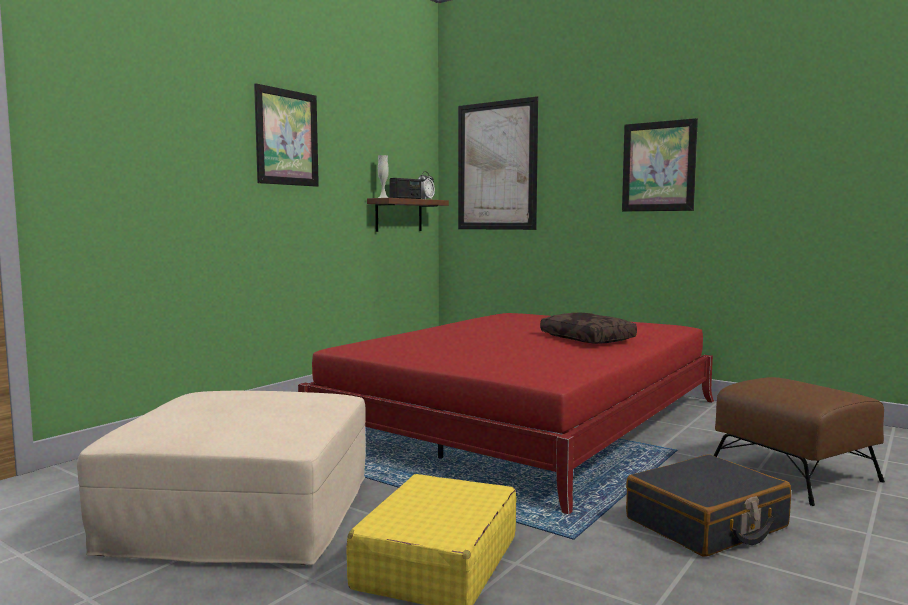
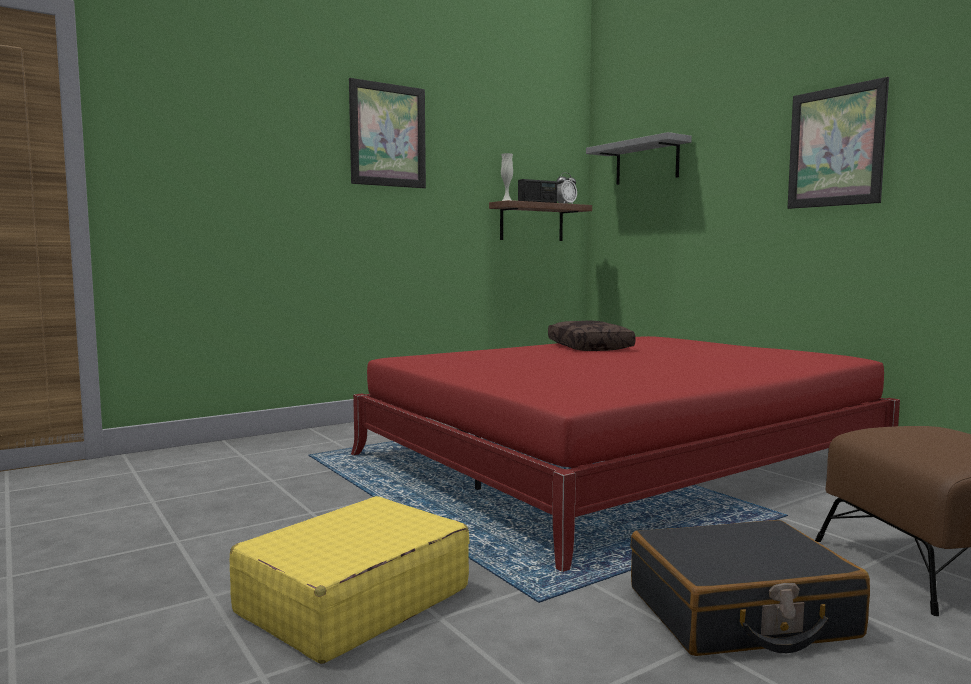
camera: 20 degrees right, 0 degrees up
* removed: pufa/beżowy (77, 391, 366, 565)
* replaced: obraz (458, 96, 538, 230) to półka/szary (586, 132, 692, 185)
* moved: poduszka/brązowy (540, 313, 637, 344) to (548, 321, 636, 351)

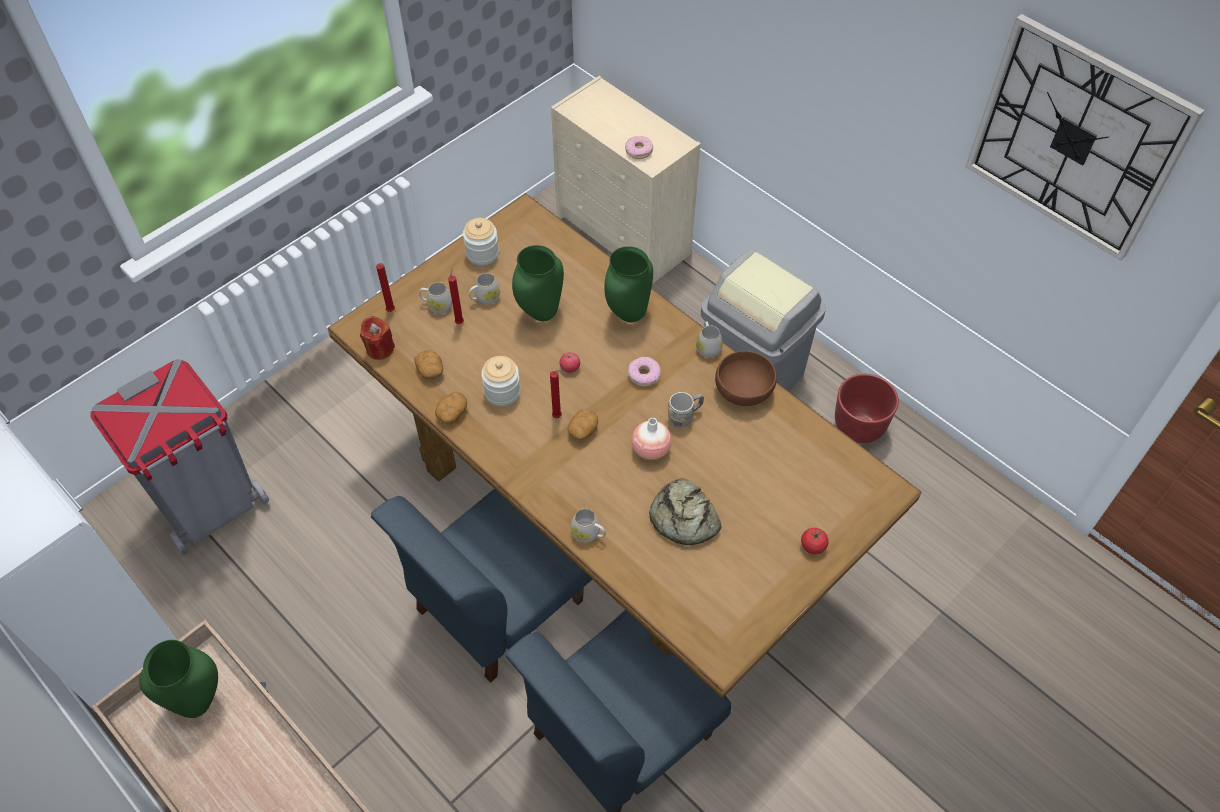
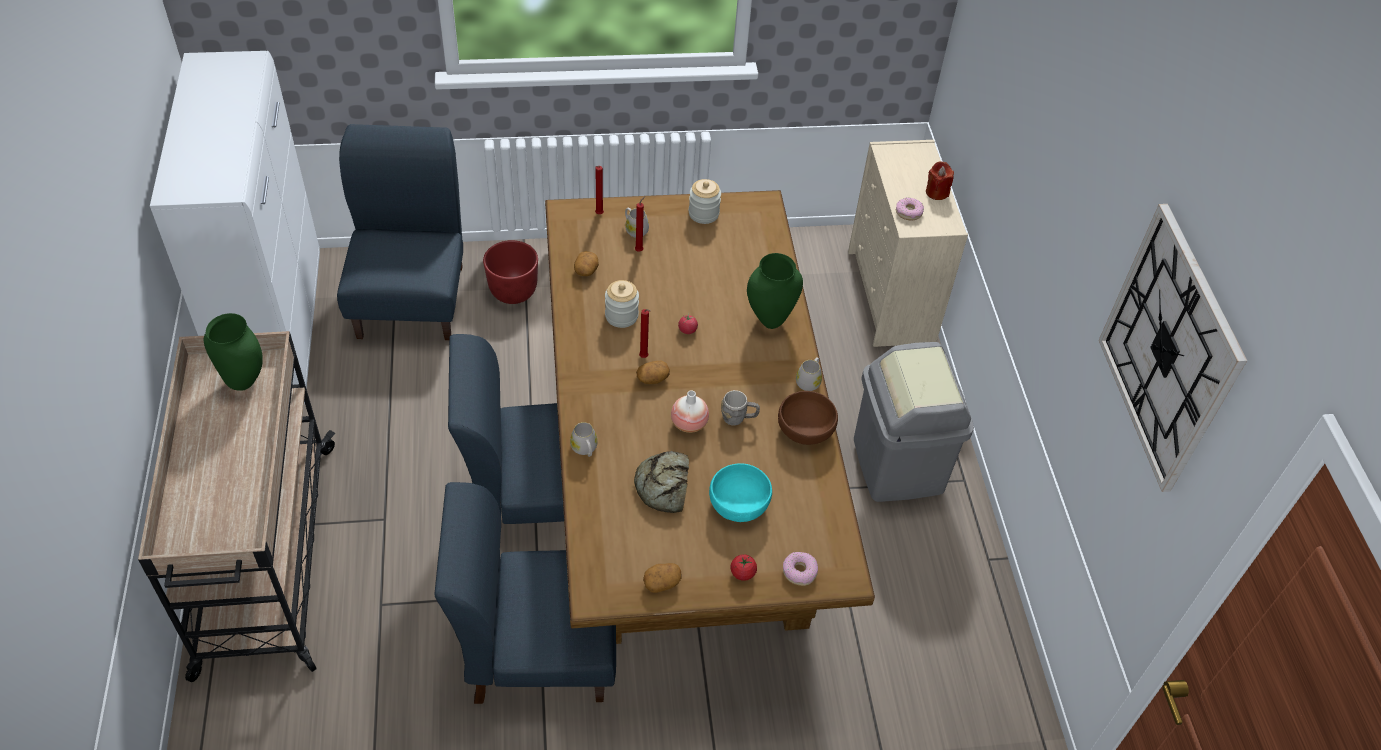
camera: 35 degrees right, 5 degrees down
* replaced: kosz na śmieci/szary (91, 359, 269, 555) to krzesło/niebieski (337, 124, 463, 340)
* moved: świeca/czerwony (360, 316, 395, 360) to (926, 161, 954, 200)
* moved: ziemniak (435, 392, 467, 424) to (643, 563, 682, 593)
* removed: kubek/biały (469, 273, 500, 304)
* removed: wazon/zielony (512, 245, 564, 322)
* moved: donut (628, 357, 661, 387) to (783, 552, 818, 586)
* moved: donica/czerwony (835, 374, 899, 443) to (483, 240, 538, 304)
* added: miska/turkusowy (709, 463, 772, 522)

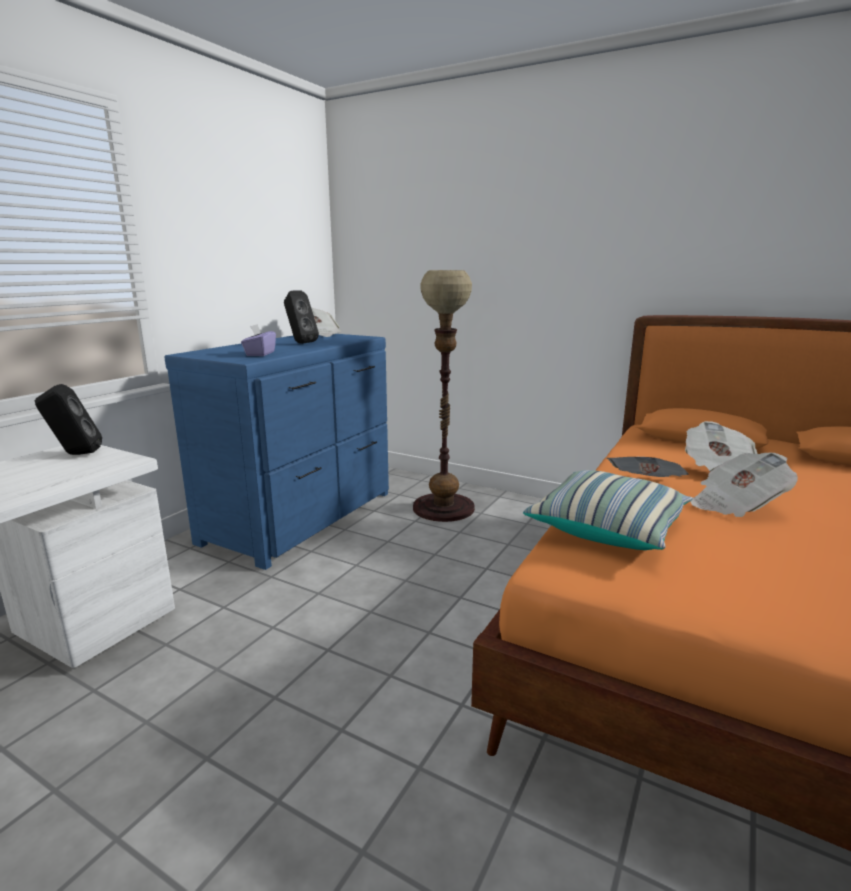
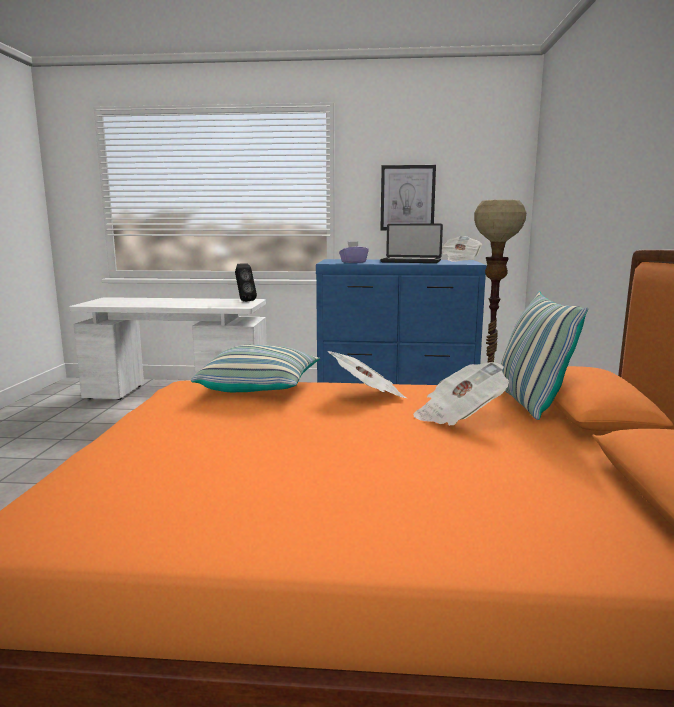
camera: 65 degrees right, 5 degrees down
* replaced: głośnik/czarny (284, 290, 319, 344) to laptop (381, 224, 443, 263)
* removed: gazeta (690, 453, 798, 517)
* added: obraz (380, 165, 436, 231)
* added: poduszka (501, 291, 588, 420)

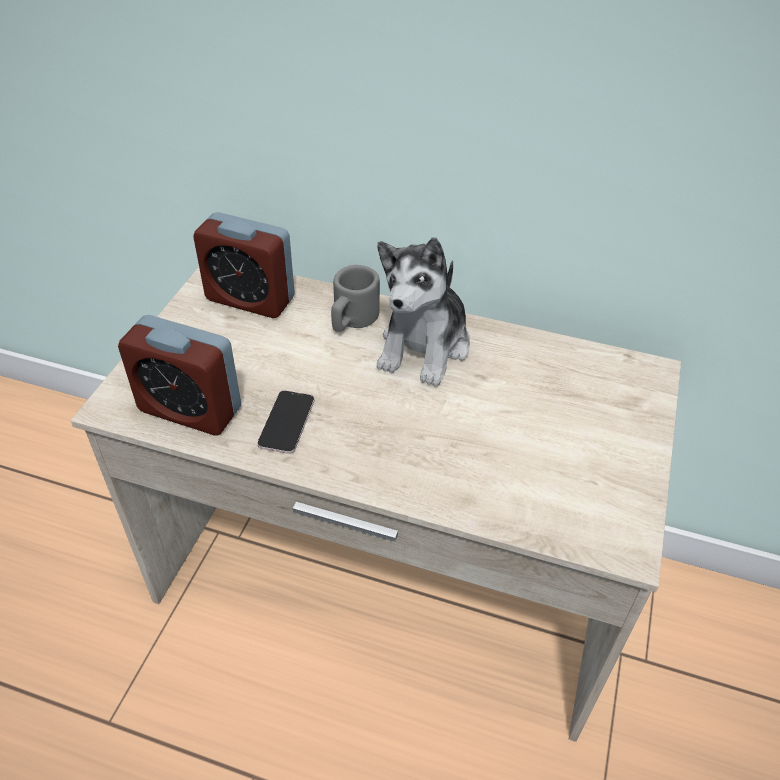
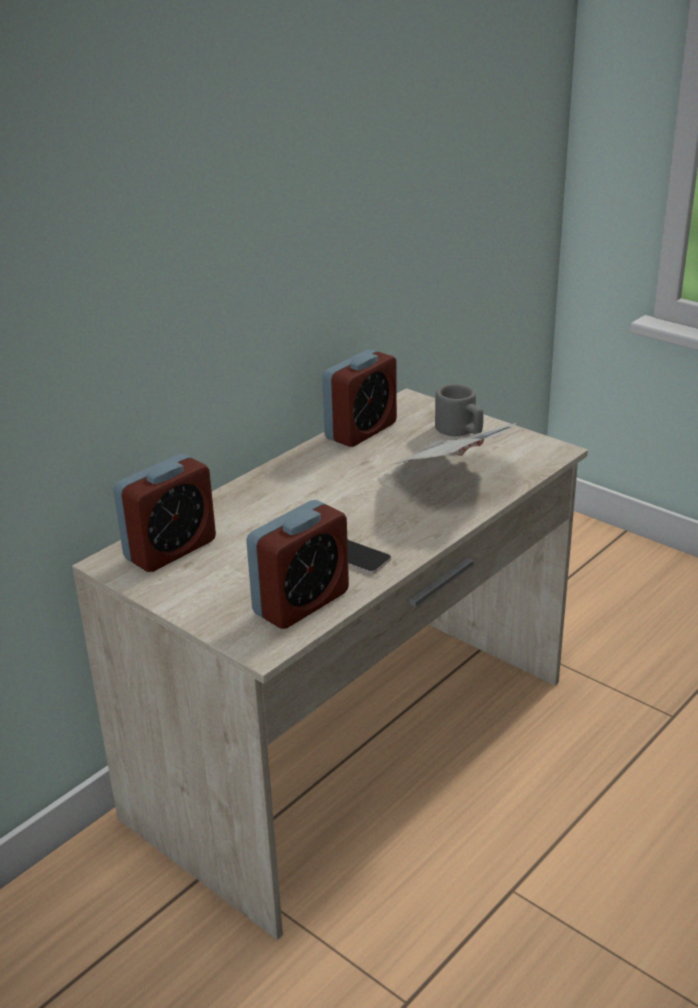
camera: 65 degrees left, 15 degrees down
* moved: kubek/szary (331, 265, 380, 332) to (435, 384, 483, 436)
* removed: pluszak (377, 237, 470, 387)
* added: budzik (322, 349, 397, 447)
* added: gazeta (389, 421, 522, 465)

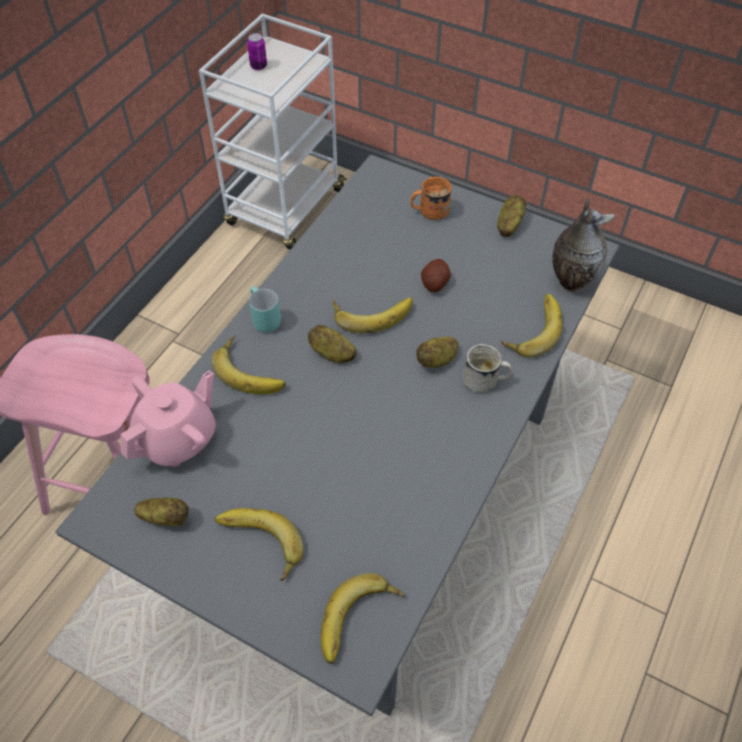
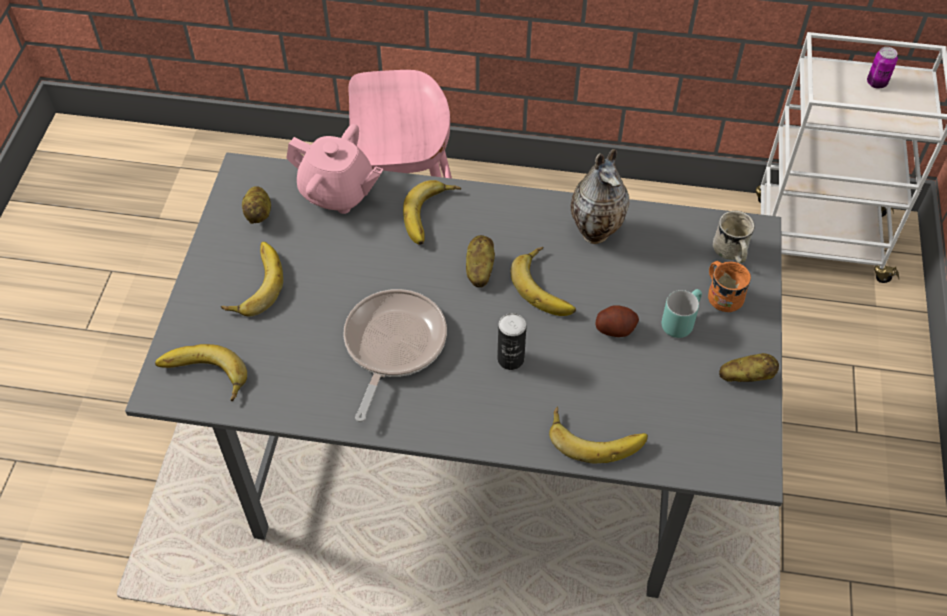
camera: 70 degrees right, 0 degrees up
* moved: kubek/turkusowy (249, 286, 281, 333) to (661, 289, 702, 338)
* replaced: ziemniak (416, 337, 458, 368) to puszka (497, 313, 527, 370)
* moved: kubek/biały (463, 344, 512, 392) to (713, 211, 755, 263)
* moved: wazon (552, 198, 615, 292) to (570, 149, 630, 244)
* added: patelnia (343, 289, 447, 422)

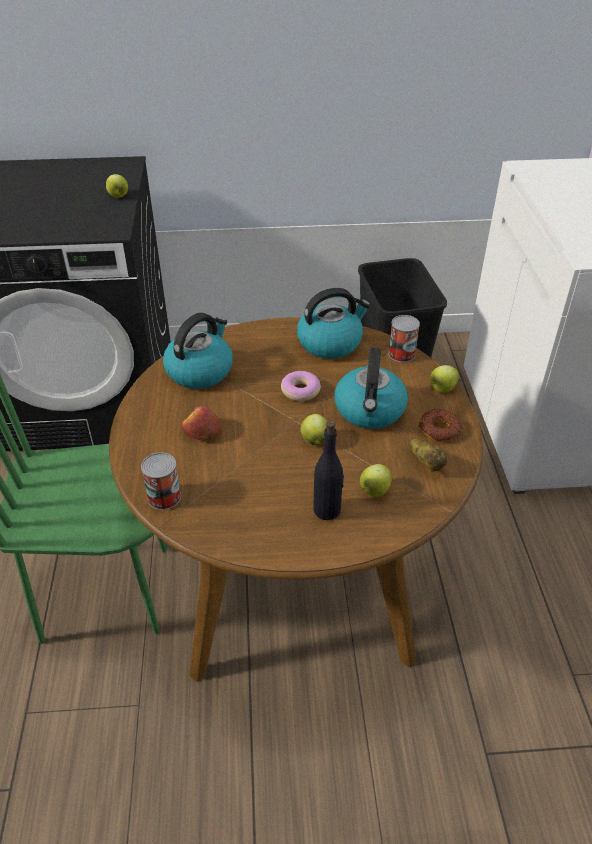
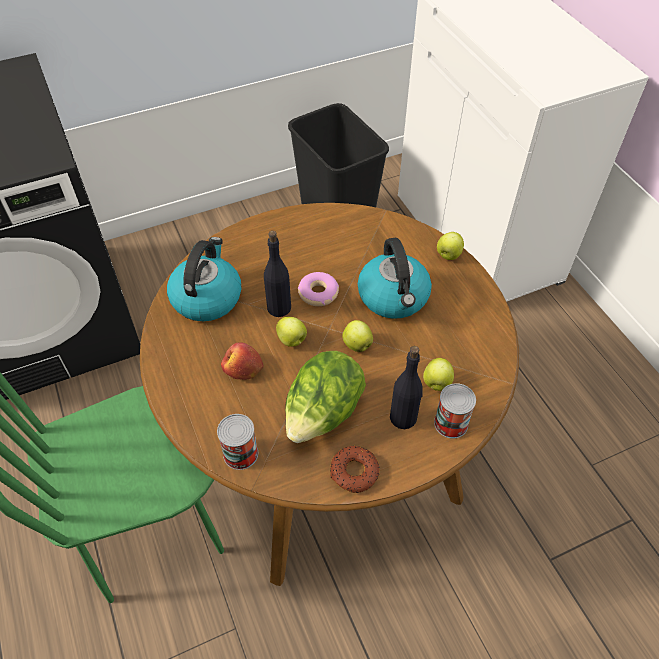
camera: 20 degrees left, 10 degrees up
* moved: jabłko (106, 174, 128, 198) to (276, 317, 307, 347)
* removed: czajnik (297, 288, 371, 359)
* moved: puszka (388, 315, 420, 363) to (434, 383, 476, 439)
* removed: ziemniak (409, 438, 448, 472)
* moved: donut (419, 409, 462, 441) to (330, 446, 380, 493)
* added: butelka/czarny (264, 231, 291, 317)
* added: sałata (285, 351, 366, 443)

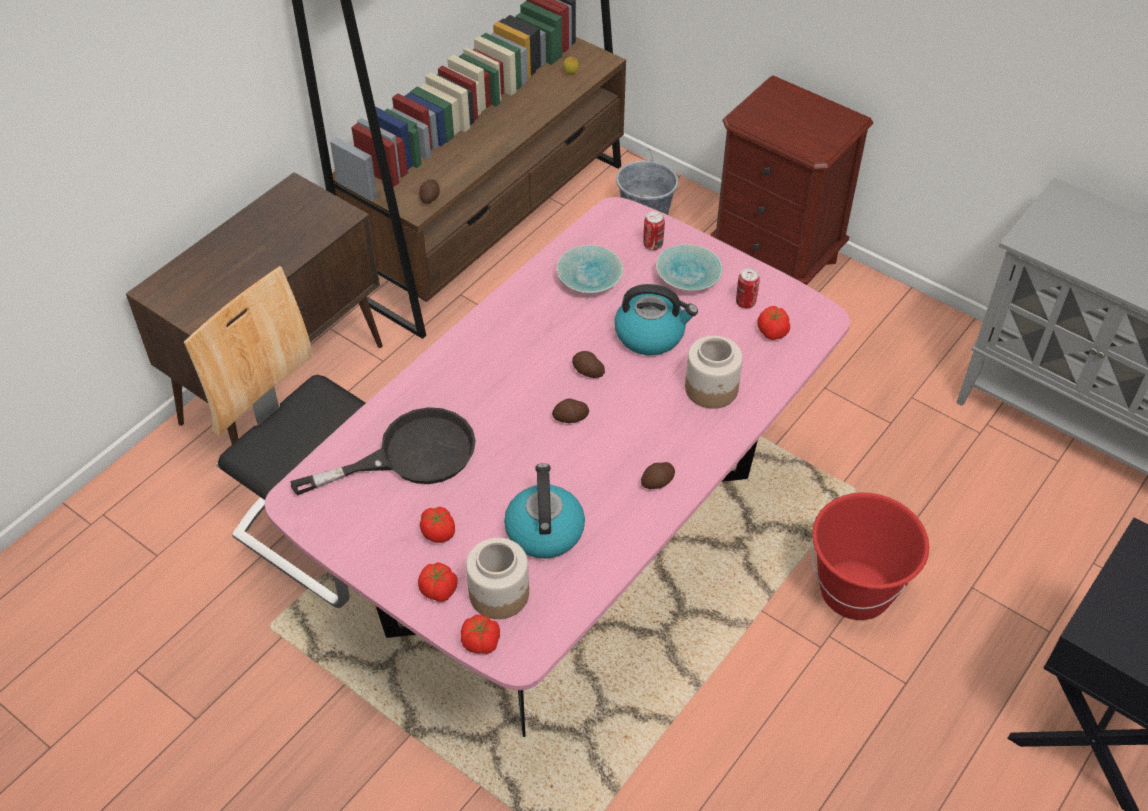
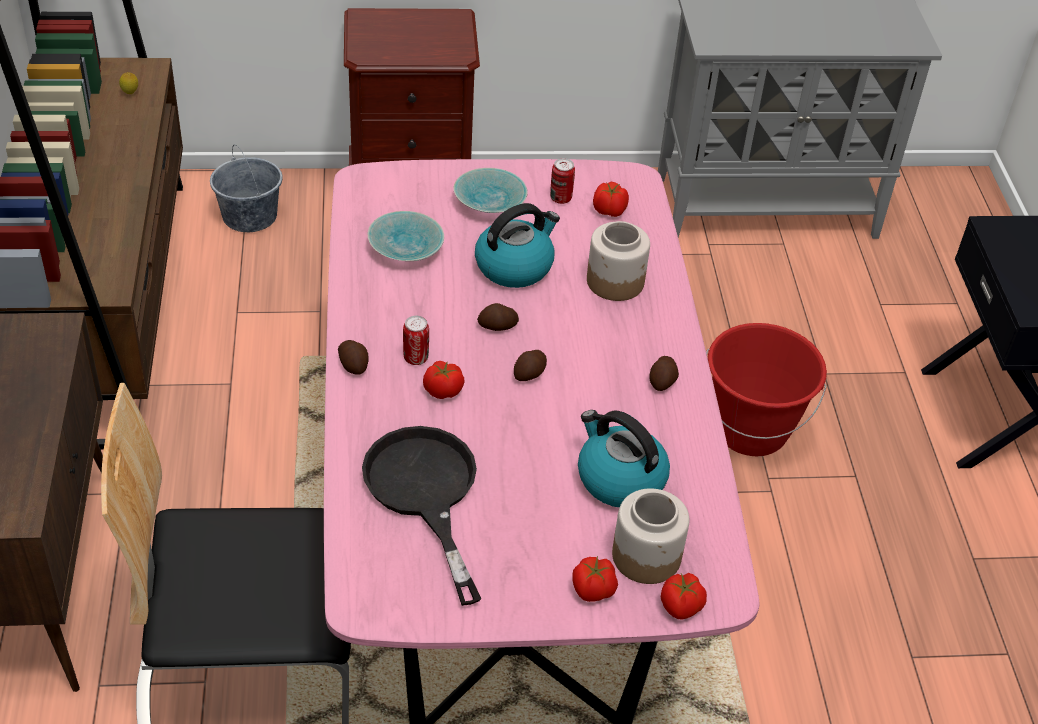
camera: 45 degrees left, 5 degrees down
* turned: patelnia/czarny (290, 407, 476, 495) = (362, 426, 481, 606) 45 degrees counterclockwise
* moved: ziemniak (419, 179, 440, 204) to (338, 340, 369, 375)
* moved: pomidor (420, 507, 455, 543) to (423, 361, 465, 399)
* moved: puszka (644, 211, 665, 250) to (403, 316, 429, 365)

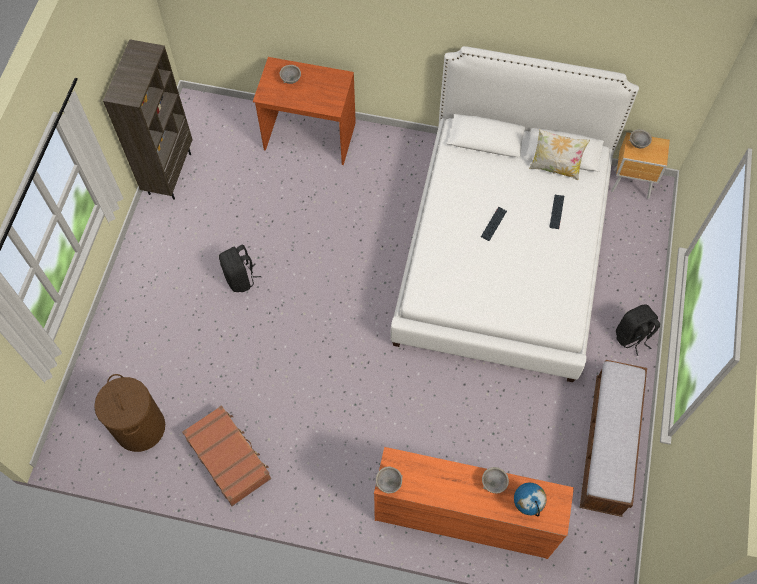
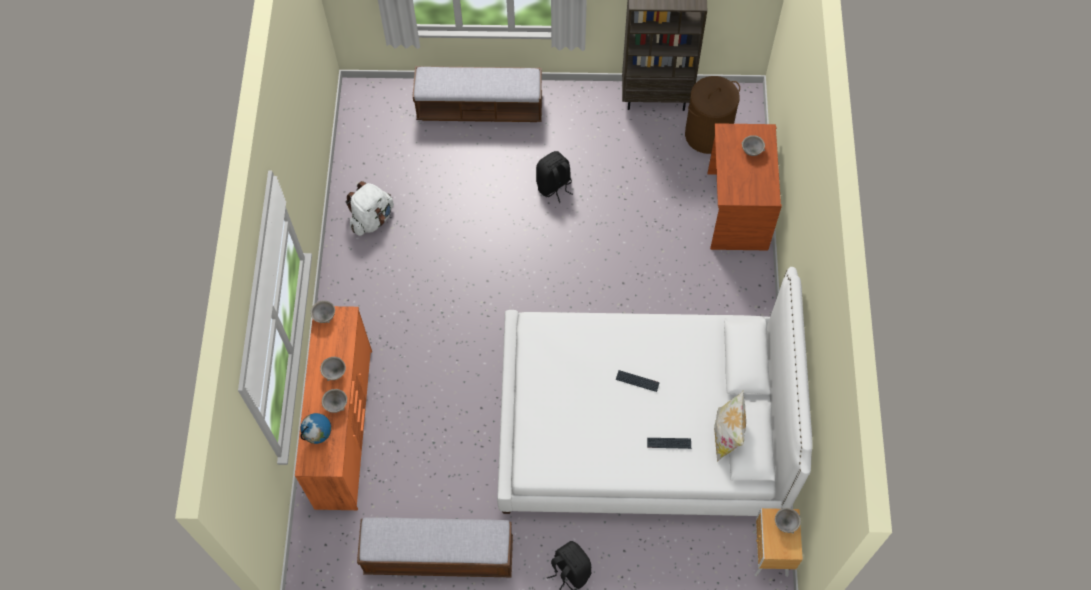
camera: 80 degrees right, 0 degrees up
* moved: kosz na pranie/brązowy (94, 374, 165, 452) to (685, 76, 740, 154)
* replaced: walizka/brązowy (182, 405, 271, 506) to plecak/biały (346, 181, 394, 236)
* added: miska/szary (320, 357, 346, 381)
* added: ławka (413, 66, 542, 122)

